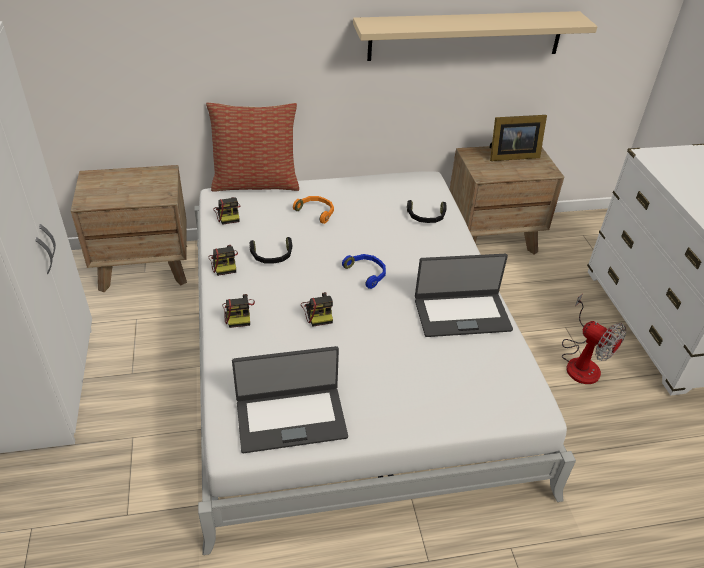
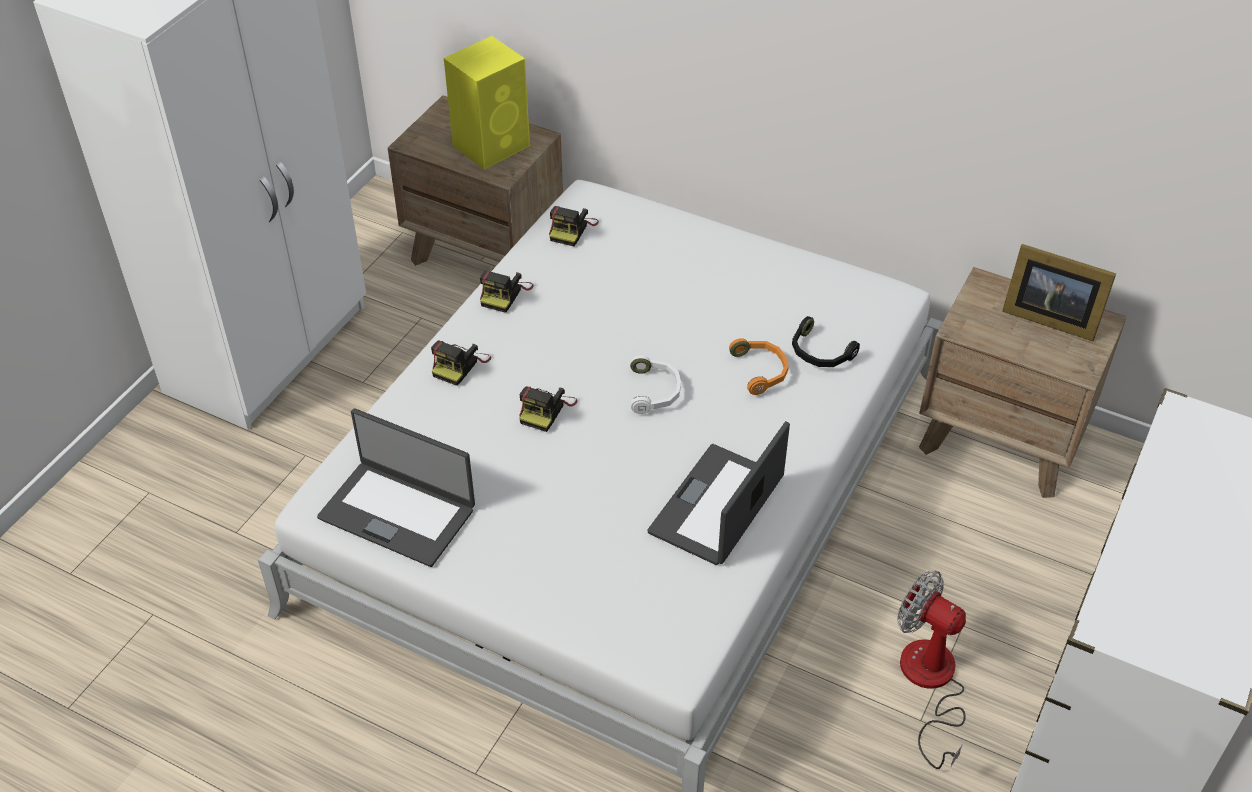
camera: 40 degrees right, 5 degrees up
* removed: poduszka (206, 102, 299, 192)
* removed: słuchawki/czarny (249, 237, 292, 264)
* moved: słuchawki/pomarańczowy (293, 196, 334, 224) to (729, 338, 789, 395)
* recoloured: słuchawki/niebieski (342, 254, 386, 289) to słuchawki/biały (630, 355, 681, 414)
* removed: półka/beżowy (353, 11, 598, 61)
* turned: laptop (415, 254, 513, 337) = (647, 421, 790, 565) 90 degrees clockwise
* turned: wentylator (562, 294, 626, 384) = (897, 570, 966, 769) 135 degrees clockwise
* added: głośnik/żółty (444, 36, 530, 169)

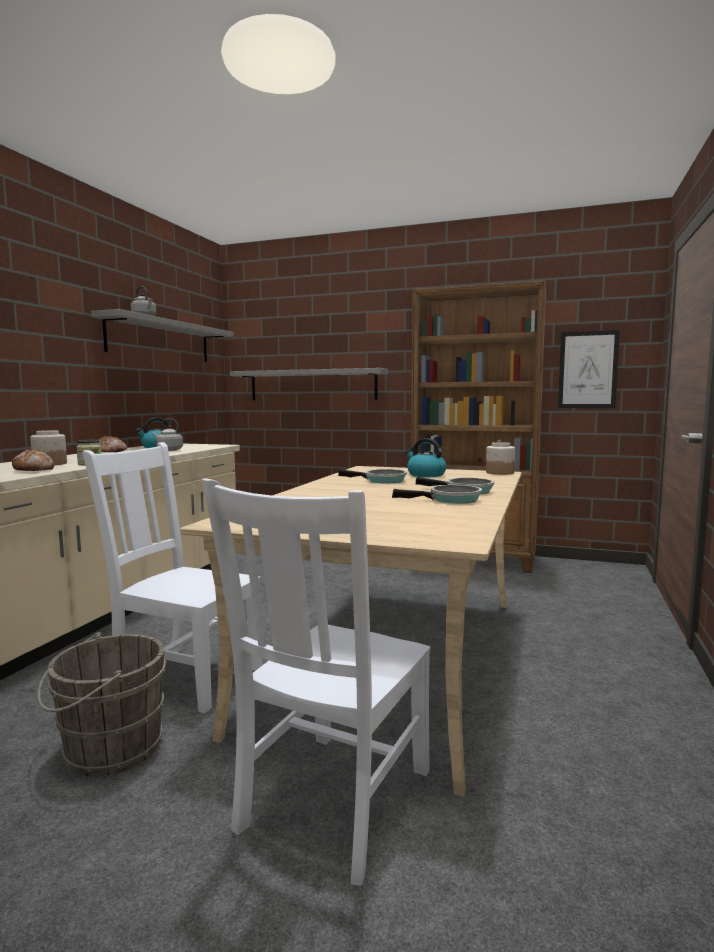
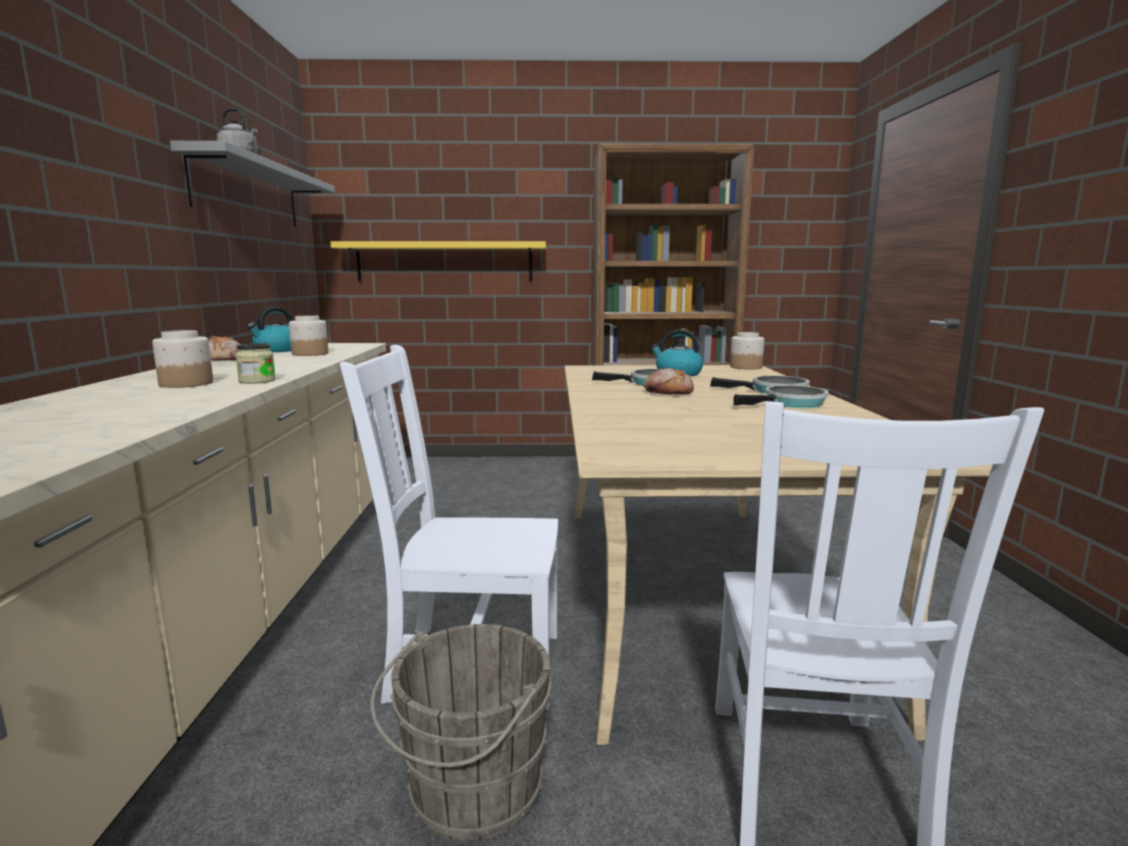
camera: 20 degrees left, 5 degrees up
* moved: chleb (12, 449, 54, 471) to (643, 368, 694, 394)
* replaced: czajnik/szary (153, 418, 183, 451) to słoik (289, 315, 328, 356)
* recoloured: półka/szary (230, 368, 388, 400) to półka/żółty (330, 241, 546, 281)
* removed: obraz (558, 330, 620, 408)

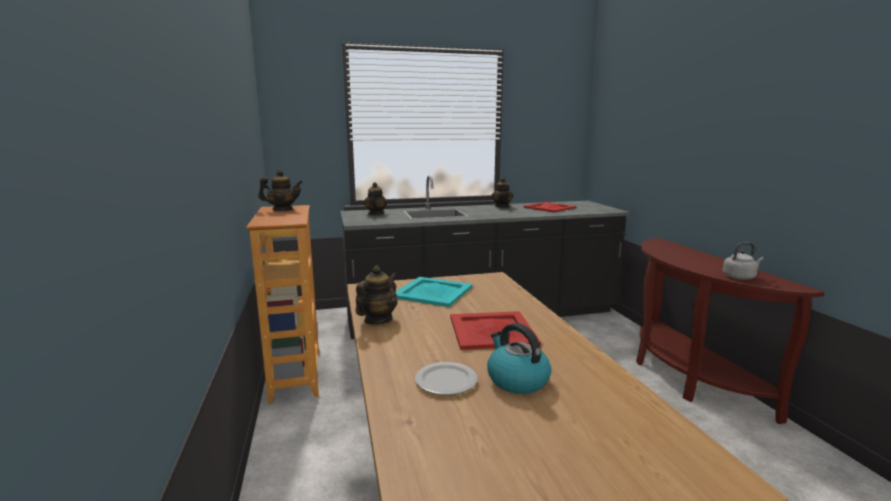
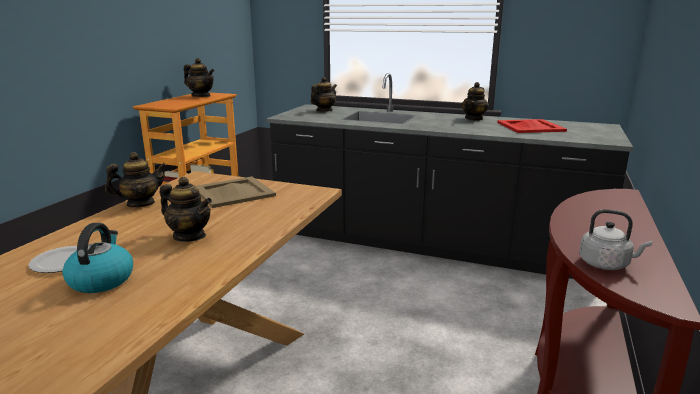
camera: 35 degrees right, 5 degrees up
* recoloured: taca/turkusowy (396, 277, 473, 307) to taca/beżowy (196, 177, 276, 208)
* replaced: taca/czerwony (450, 311, 541, 350) to imbryk (160, 177, 212, 242)

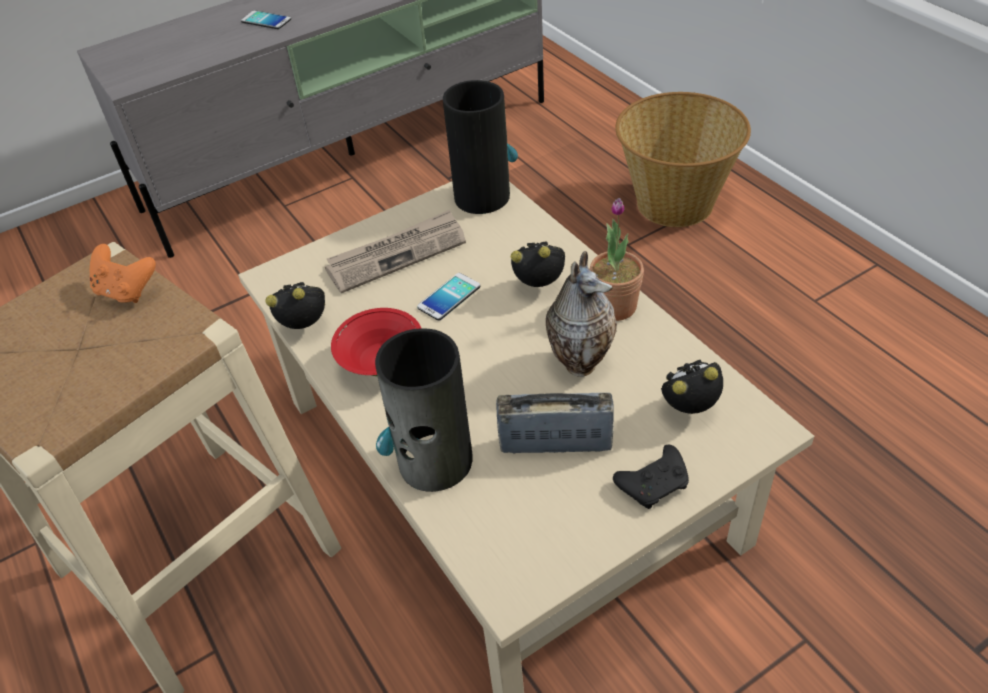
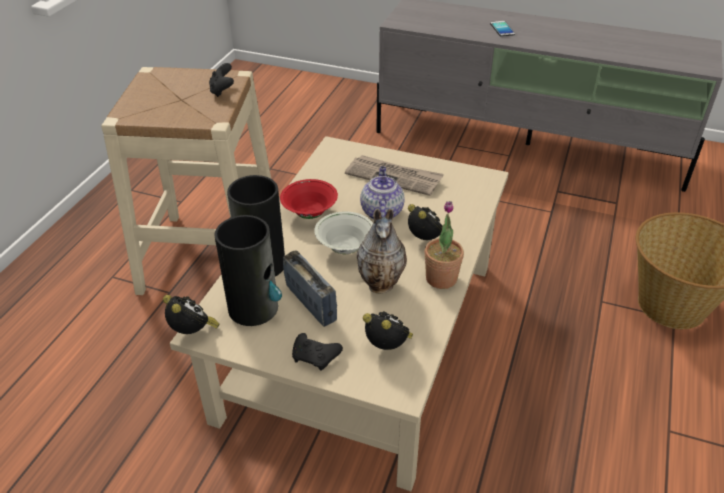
camera: 50 degrees right, 5 degrees down
* recoloured: pad do gier/pomarańczowy (90, 244, 156, 303) to pad do gier/czarny (209, 63, 234, 97)
* moved: budzik (265, 282, 325, 329) to (163, 295, 220, 334)
* replaced: telefon (417, 273, 480, 321) to imbryk (360, 166, 405, 219)
* moved: wazon (443, 80, 518, 214) to (215, 215, 282, 326)
* added: miska/biały (314, 211, 373, 254)

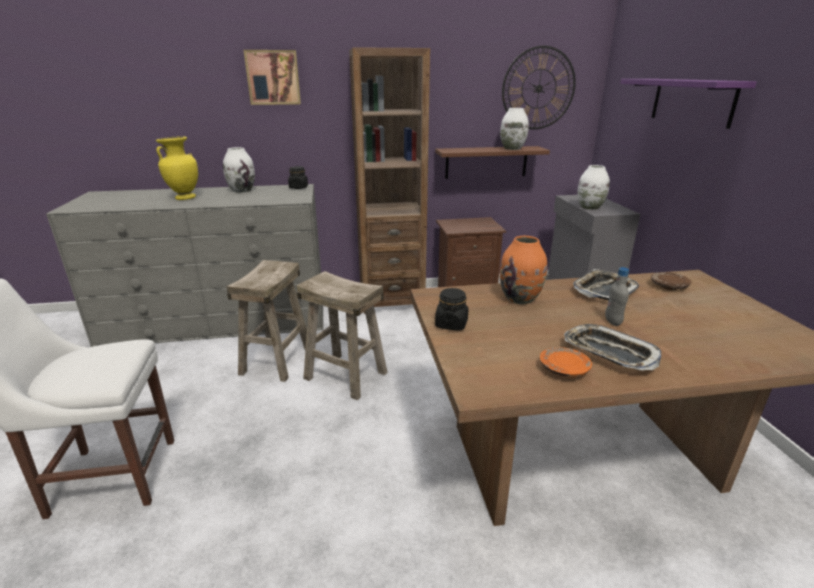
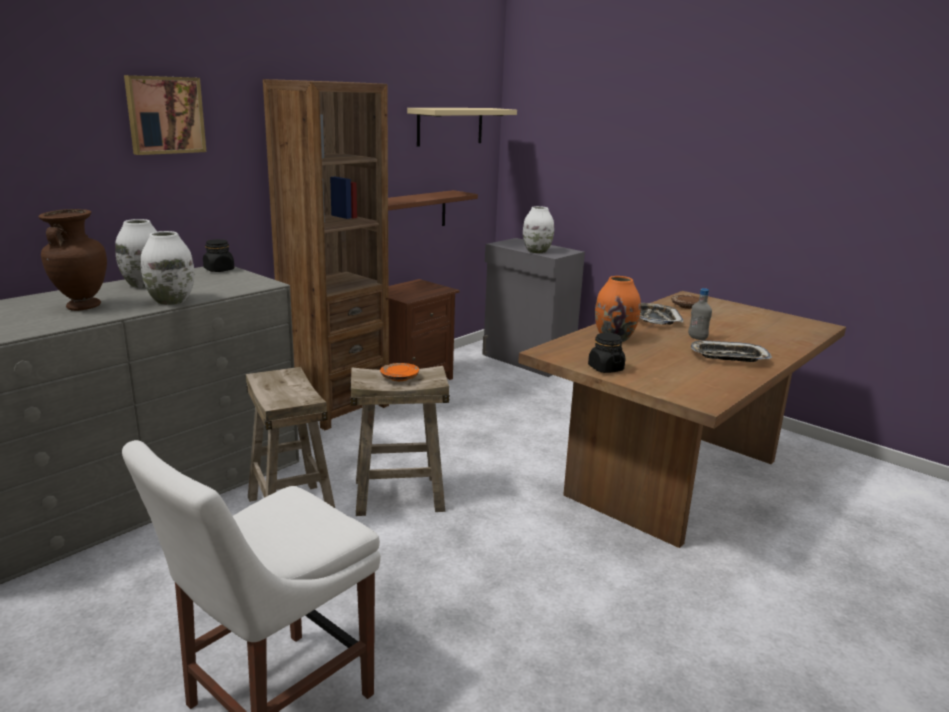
camera: 40 degrees left, 5 degrees down
* recoloured: wazon/żółty (156, 136, 198, 200) to wazon/brązowy (38, 209, 107, 311)
* moved: wazon/biały (500, 108, 529, 150) to (141, 231, 194, 305)
* replaced: zegar ścienny (502, 46, 576, 129) to półka/beżowy (407, 108, 517, 146)
* moved: talerz/pomarańczowy (540, 347, 592, 378) to (380, 363, 419, 381)
* removed: półka/fioletowy (620, 79, 757, 129)

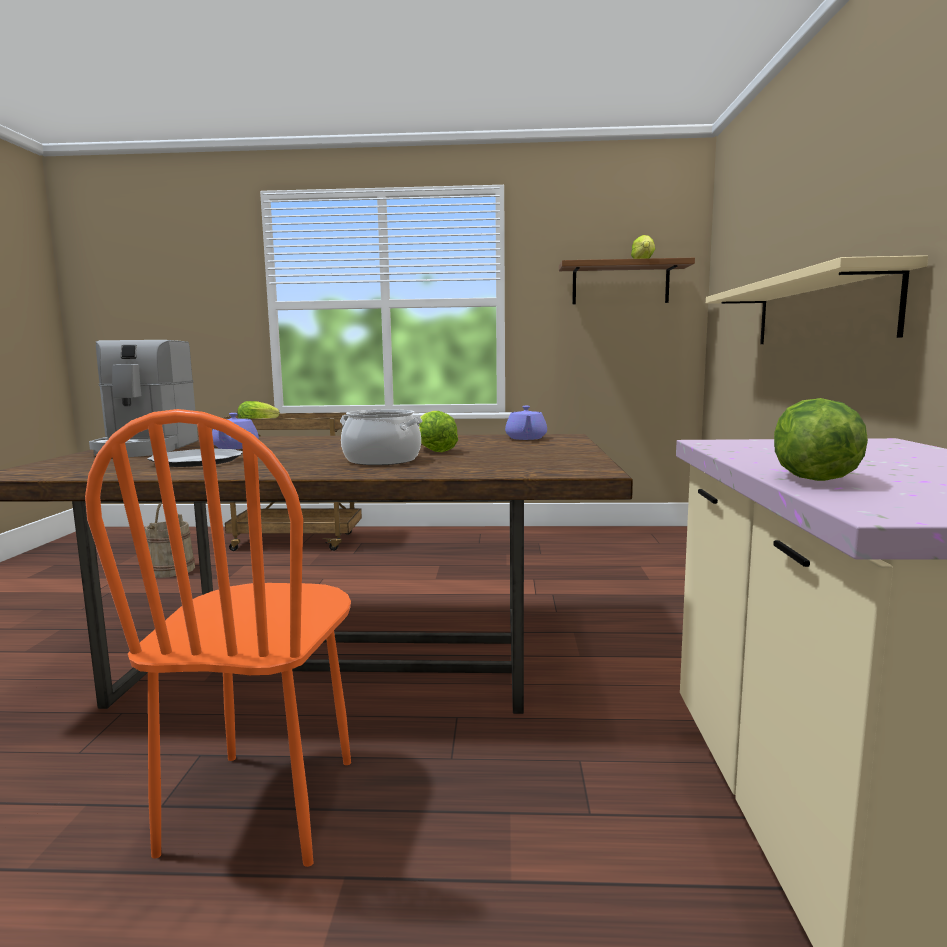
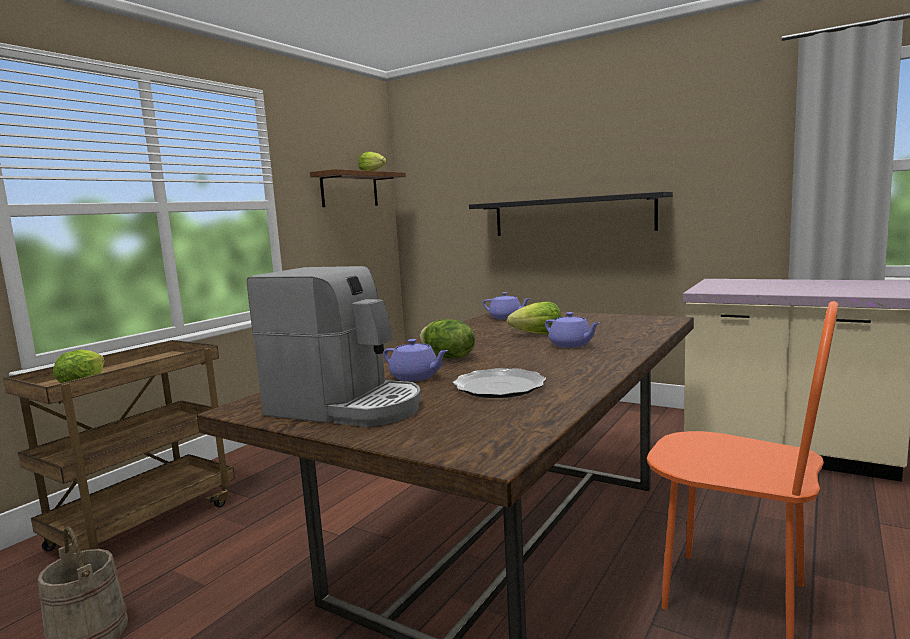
camera: 60 degrees left, 0 degrees up
* replaced: garnek (340, 410, 423, 465) to imbryk/fioletowy (545, 312, 600, 348)
* recoloured: półka/beżowy (706, 255, 928, 344) to półka/czarny (469, 192, 673, 236)
* moved: sałata (774, 398, 868, 481) to (420, 319, 475, 359)

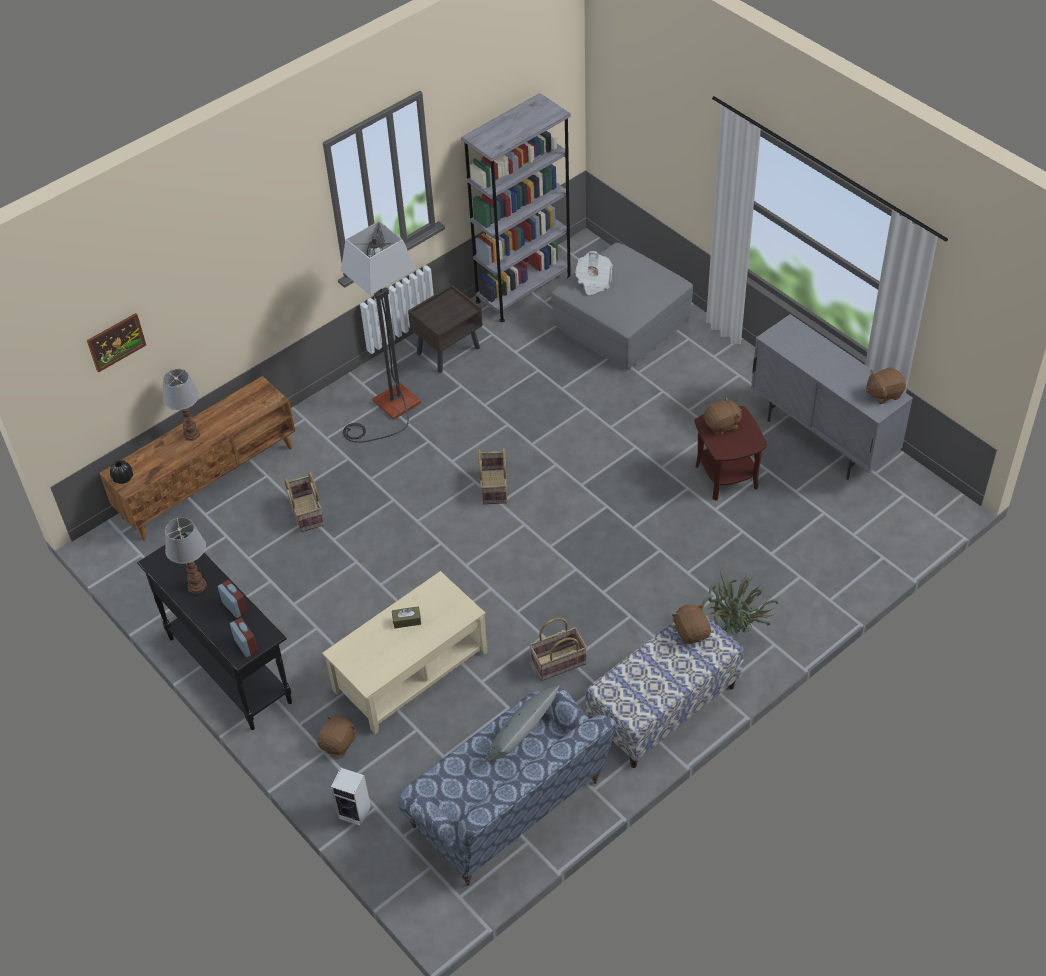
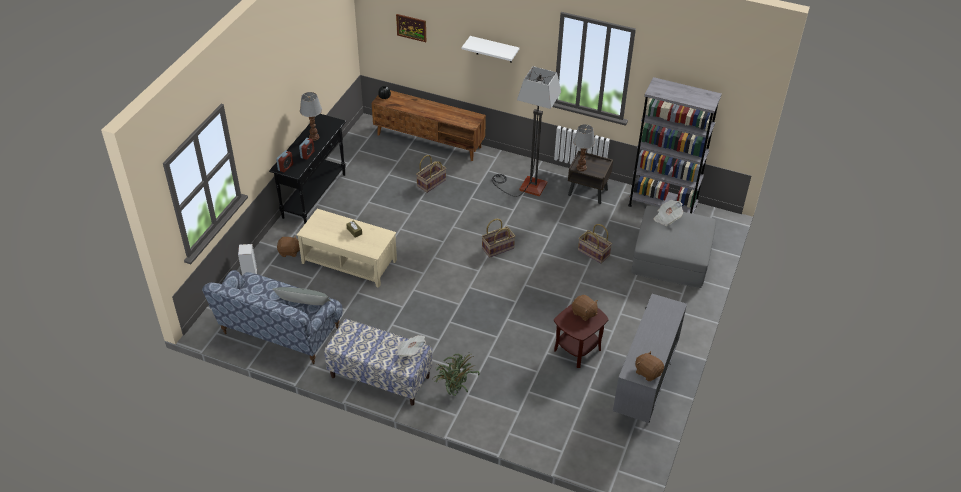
camera: 60 degrees right, 5 degrees down
* moved: lampa stołowa (163, 369, 200, 441) to (573, 124, 595, 171)
* moved: koszyk (529, 618, 587, 681) to (578, 224, 612, 264)
* replaced: pluszak/brązowy (672, 604, 711, 645) to gazeta (396, 335, 426, 356)
* added: półka/biały (462, 36, 519, 63)

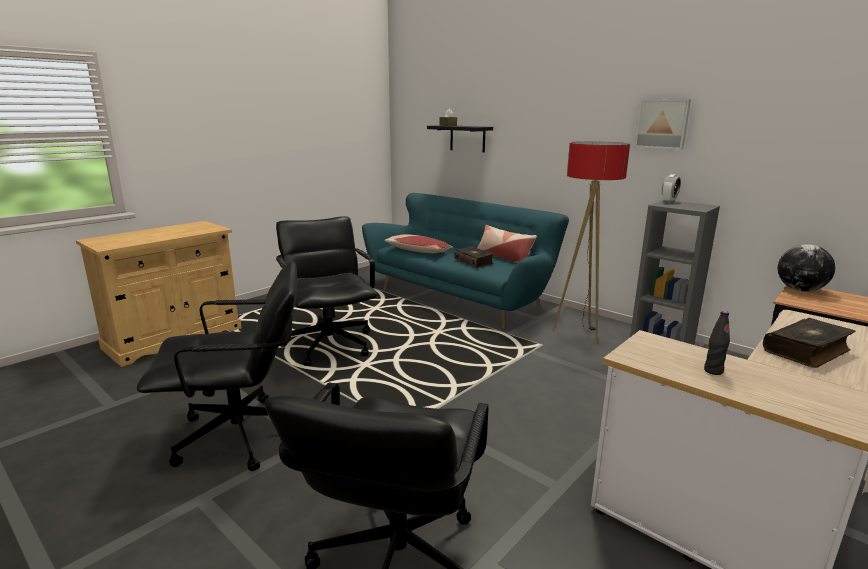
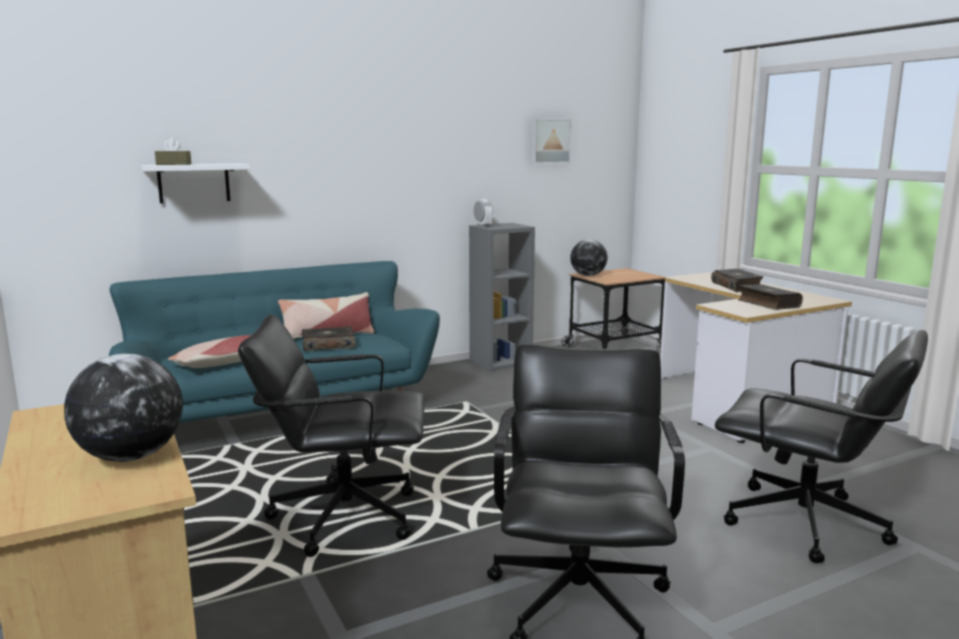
camera: 70 degrees left, 5 degrees down
* recoloured: półka/czarny (427, 125, 493, 153) to półka/biały (140, 163, 250, 204)
* removed: lampa stojąca (553, 141, 630, 343)
* moved: obraz (634, 99, 691, 150) to (531, 118, 572, 164)
* replaced: butelka/czarny (704, 311, 730, 375) to książka (738, 284, 803, 310)
* added: globus (64, 354, 183, 462)

